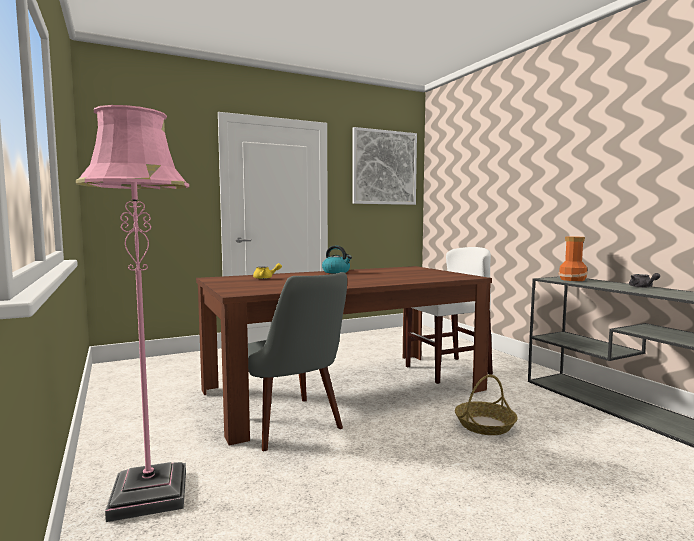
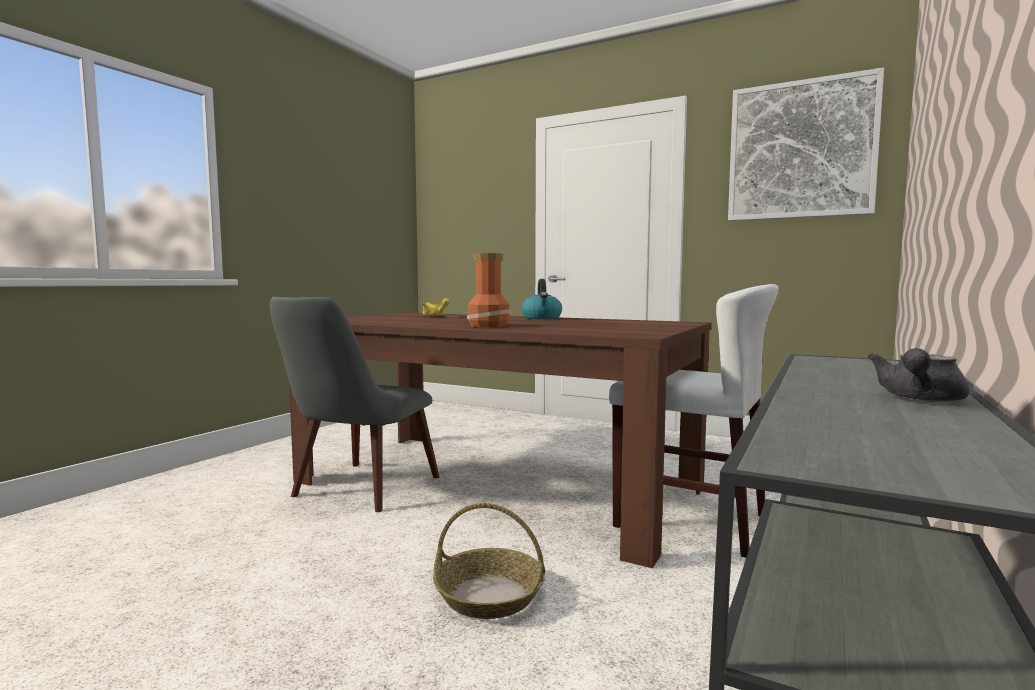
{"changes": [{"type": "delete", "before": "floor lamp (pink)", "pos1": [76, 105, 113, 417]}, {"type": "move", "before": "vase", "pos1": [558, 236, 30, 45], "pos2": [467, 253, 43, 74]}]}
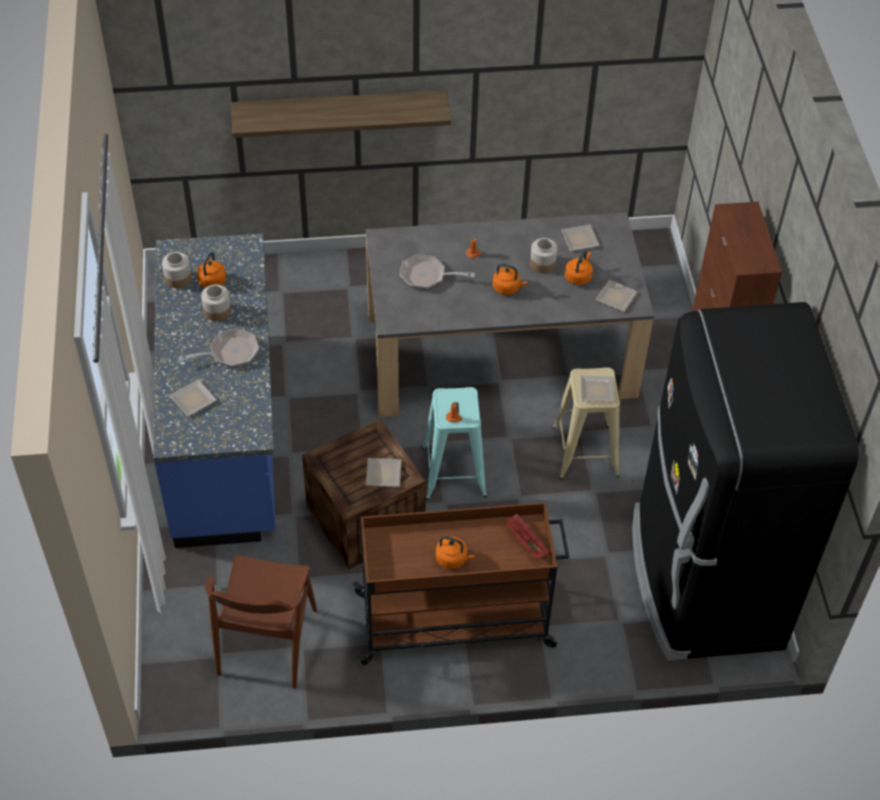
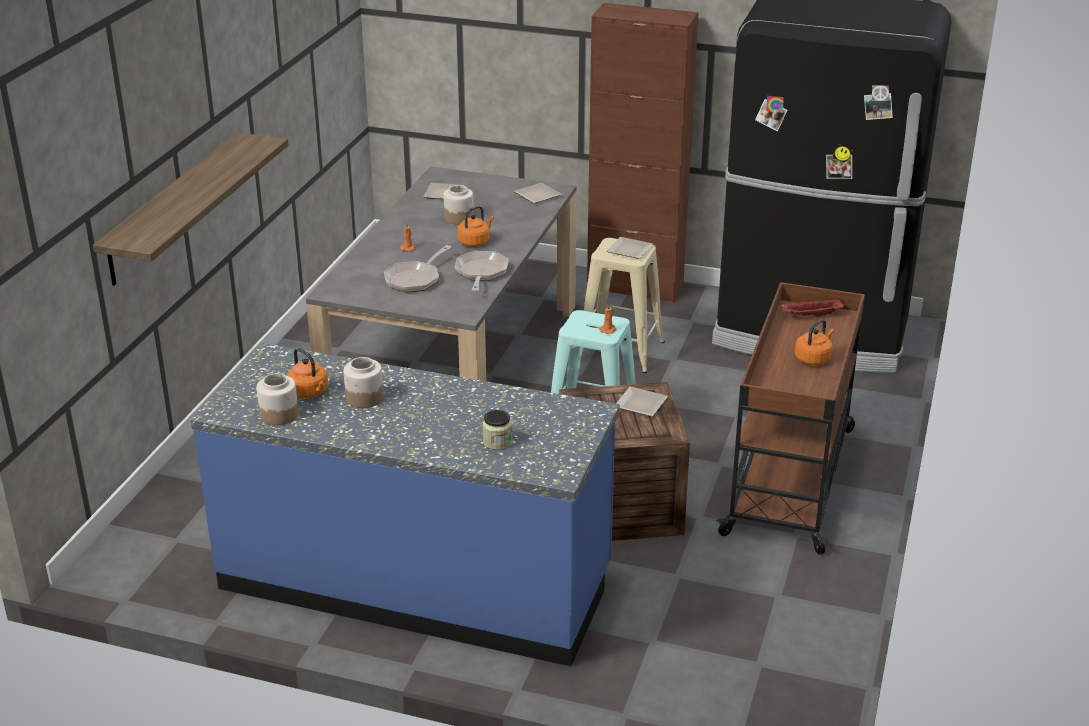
{"changes": [{"type": "replace", "before": "plate", "after": "jar", "pos1": [169, 379, 48, 38], "pos2": [483, 410, 29, 40]}, {"type": "move", "before": "frying pan", "pos1": [178, 328, 81, 39], "pos2": [455, 251, 54, 40]}, {"type": "delete", "before": "chair (brown)", "pos1": [205, 555, 112, 134]}, {"type": "delete", "before": "kettle (orange)", "pos1": [565, 251, 28, 34]}]}
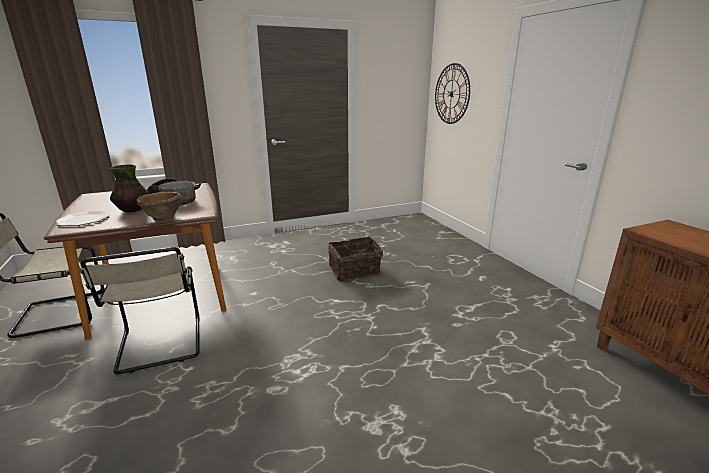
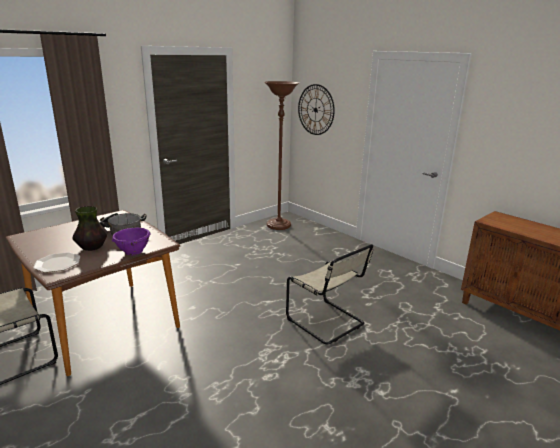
{"changes": [{"type": "move", "before": "chair (beige)", "pos1": [80, 247, 120, 127], "pos2": [286, 244, 87, 100]}, {"type": "recolor", "before": "bowl (brown)", "after": "bowl (purple)", "pos1": [137, 192, 45, 29], "pos2": [112, 227, 39, 29]}, {"type": "delete", "before": "basket", "pos1": [328, 237, 56, 44]}, {"type": "insert", "after": "floor lamp (brown)", "pos2": [264, 81, 35, 149]}]}
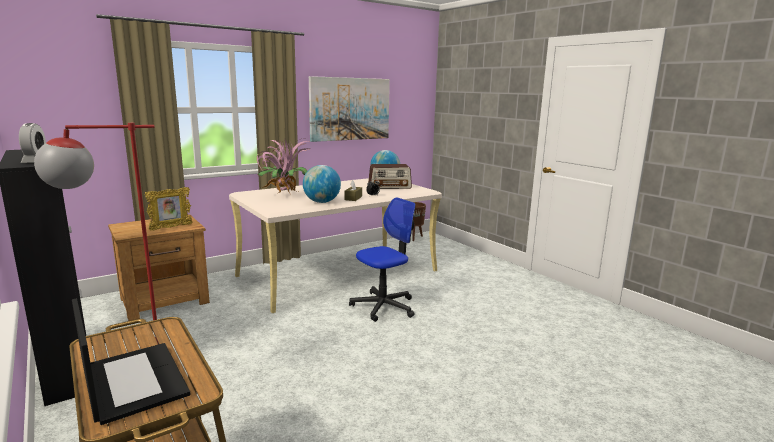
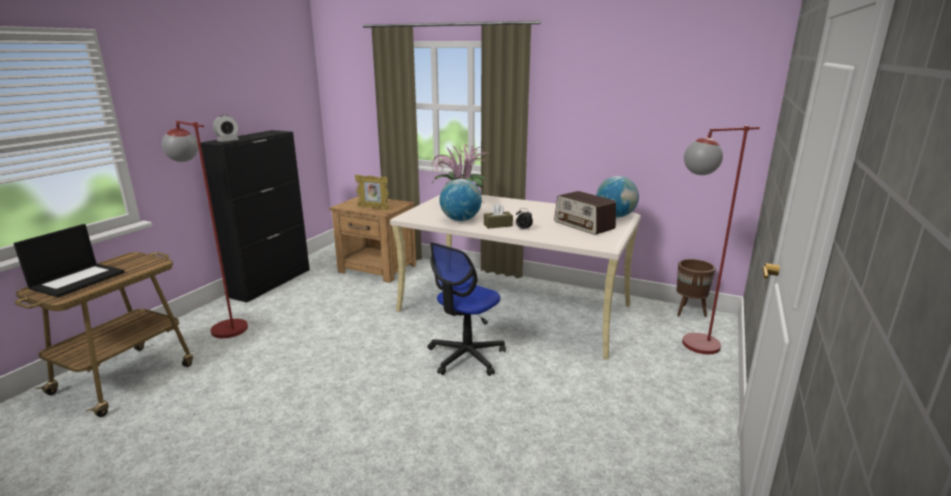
{"changes": [{"type": "delete", "before": "picture", "pos1": [309, 76, 81, 66]}, {"type": "rotate", "before": "office chair", "pos1": [349, 197, 67, 125], "pos2": [428, 242, 78, 134], "turn": 105}, {"type": "insert", "after": "floor lamp (red)", "pos2": [682, 126, 78, 228]}]}
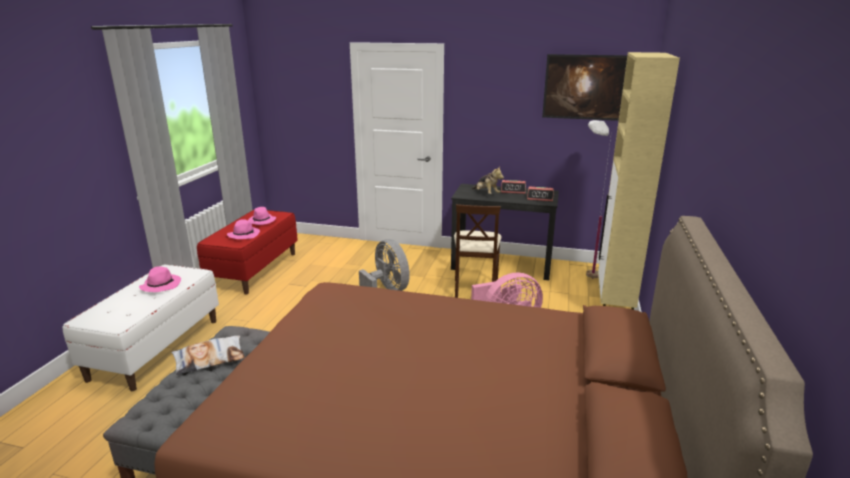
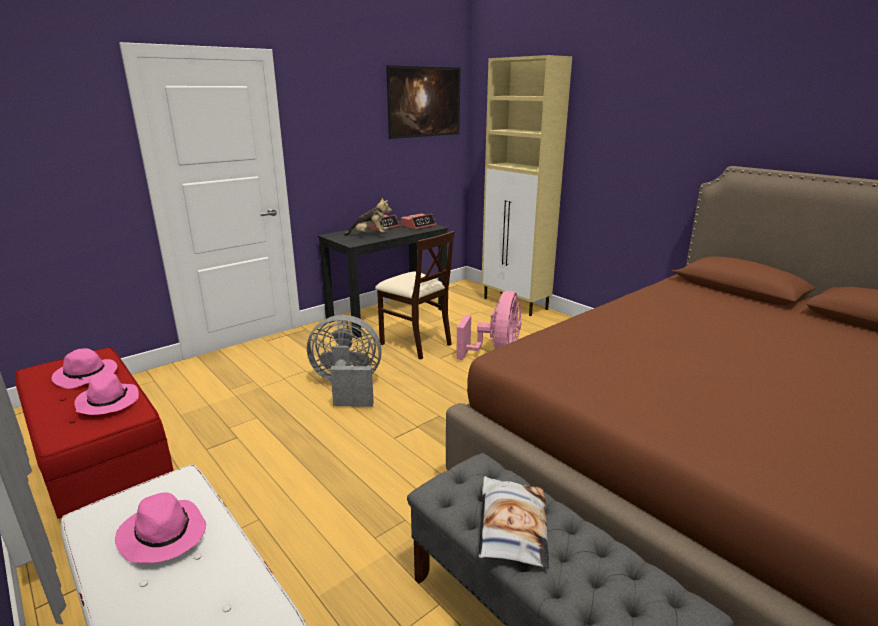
{"changes": [{"type": "delete", "before": "floor lamp (white)", "pos1": [586, 120, 26, 159]}]}
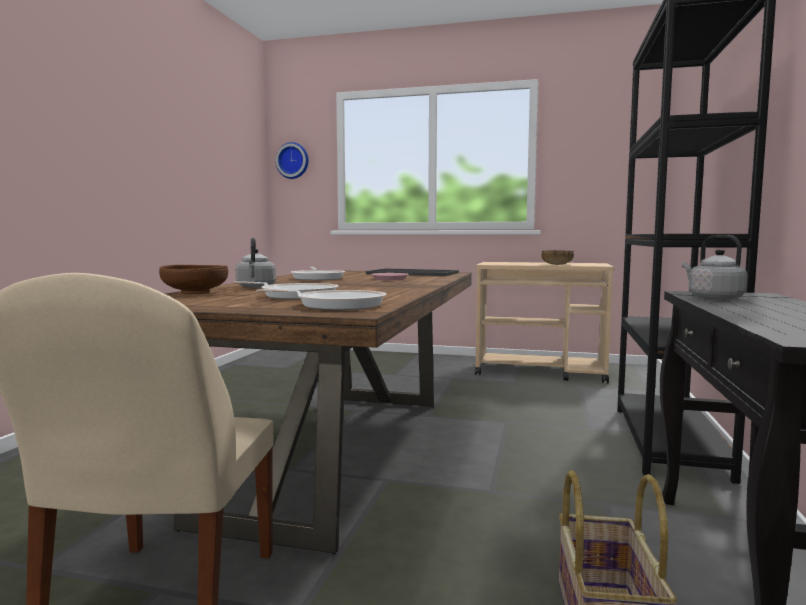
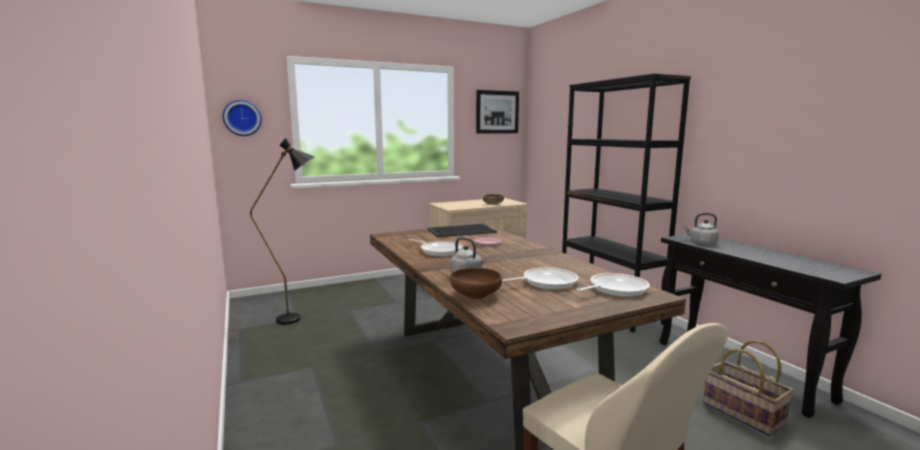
{"changes": [{"type": "insert", "after": "floor lamp (black)", "pos2": [250, 137, 64, 188]}, {"type": "insert", "after": "picture", "pos2": [476, 90, 43, 43]}]}
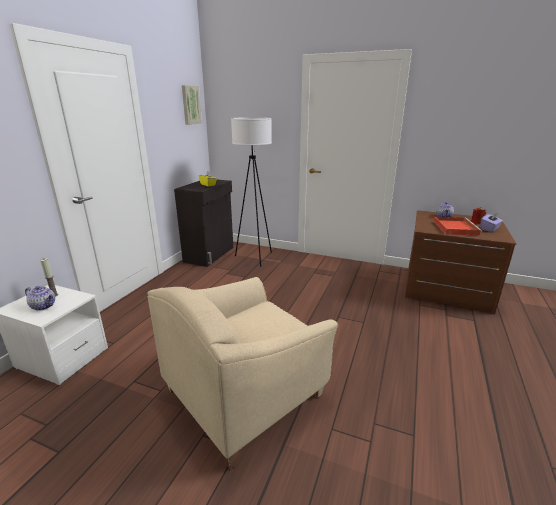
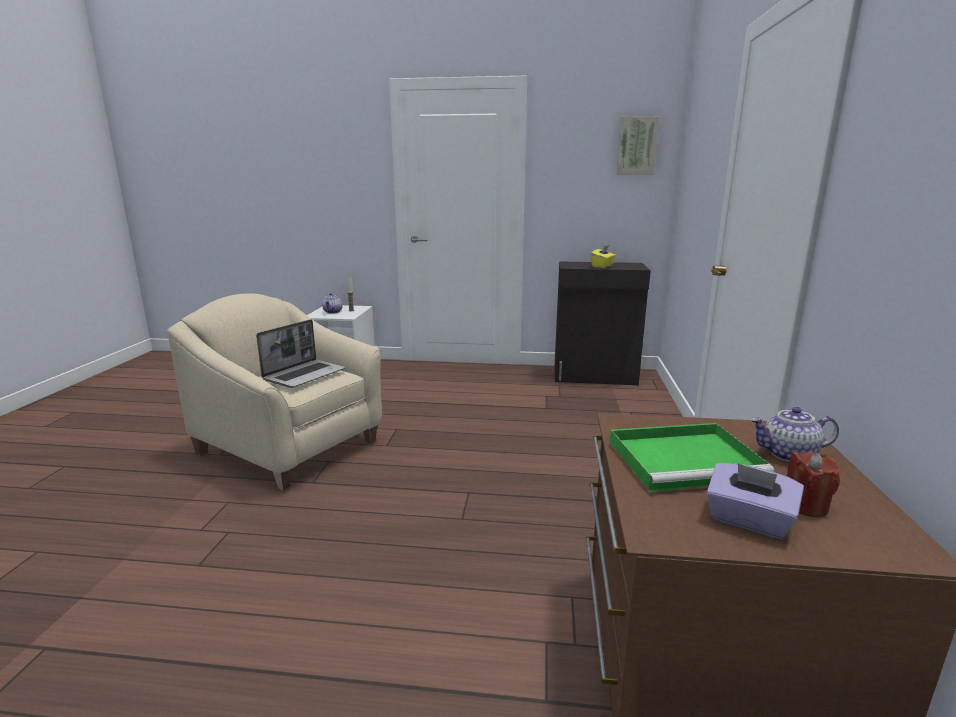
{"changes": [{"type": "delete", "before": "floor lamp (white)", "pos1": [231, 117, 41, 150]}, {"type": "recolor", "before": "tray (red)", "after": "tray (green)", "pos1": [434, 217, 48, 19], "pos2": [610, 423, 164, 70]}, {"type": "insert", "after": "laptop", "pos2": [256, 319, 90, 69]}]}
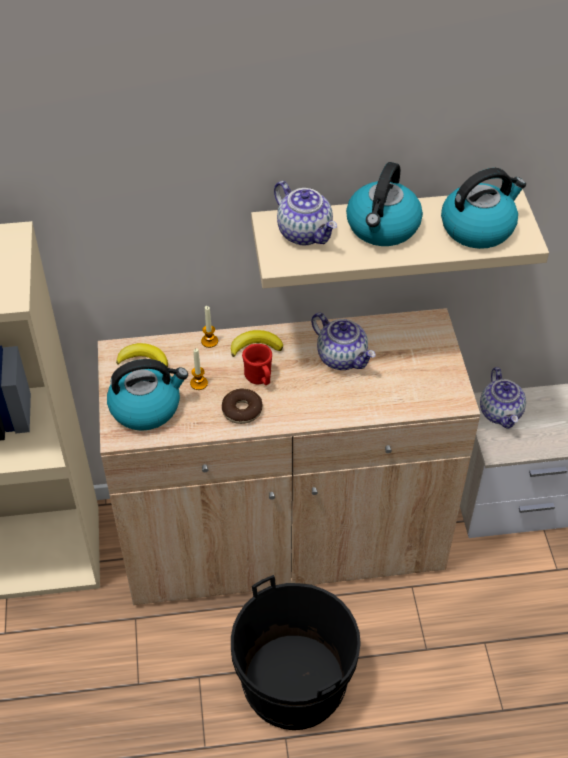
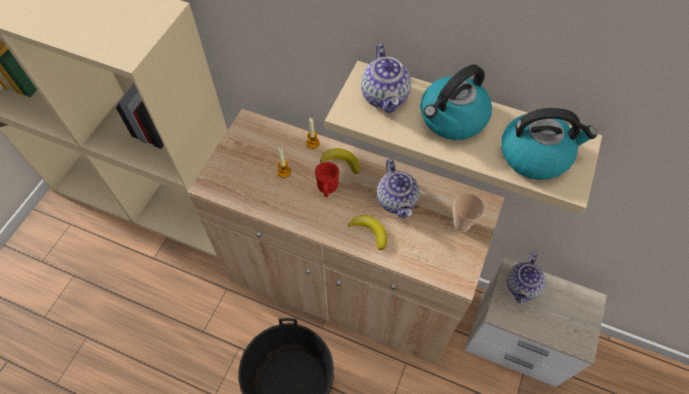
{"changes": [{"type": "delete", "before": "kettle", "pos1": [107, 359, 81, 72]}, {"type": "move", "before": "banana", "pos1": [116, 343, 52, 25], "pos2": [348, 215, 39, 35]}, {"type": "delete", "before": "donut", "pos1": [222, 388, 40, 36]}, {"type": "insert", "after": "cup", "pos2": [453, 193, 31, 39]}]}
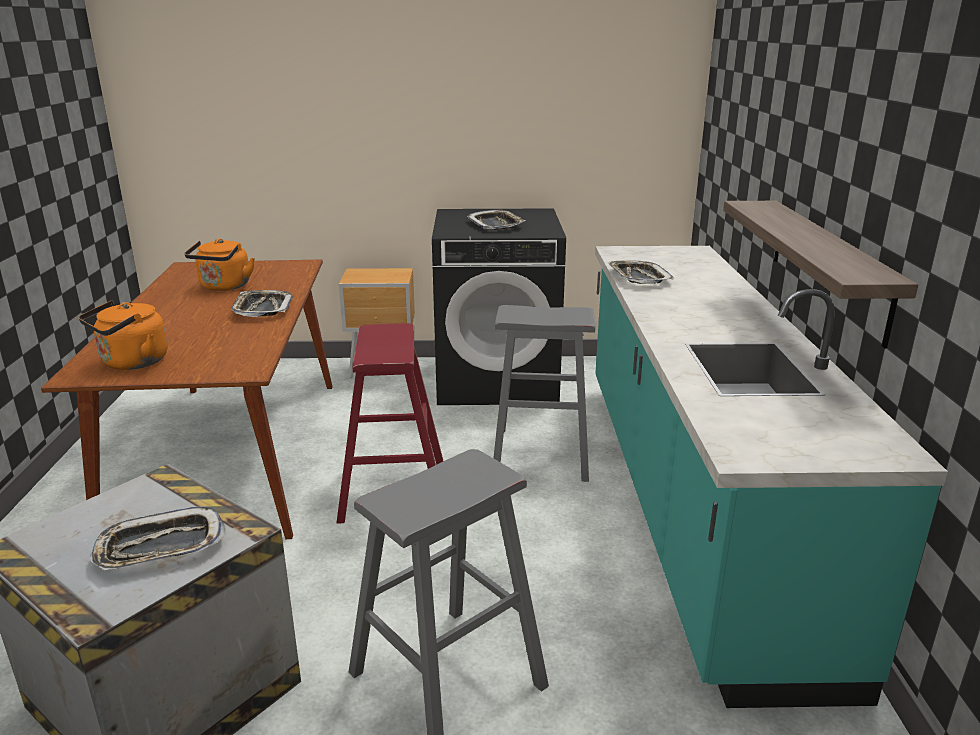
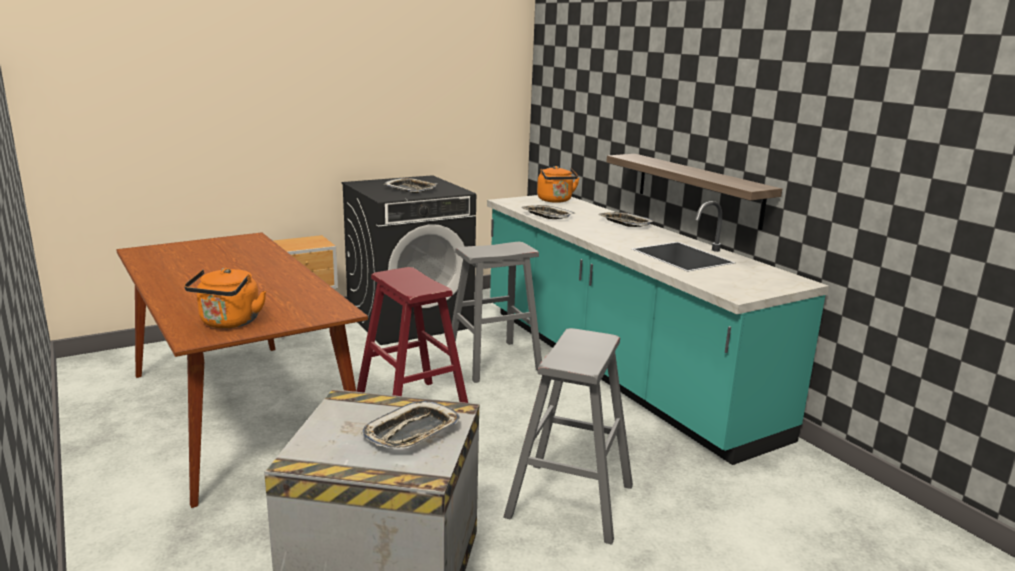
{"changes": [{"type": "move", "before": "kettle (orange)", "pos1": [184, 239, 71, 52], "pos2": [537, 166, 42, 37]}, {"type": "move", "before": "tray", "pos1": [231, 290, 62, 27], "pos2": [598, 212, 56, 15]}]}
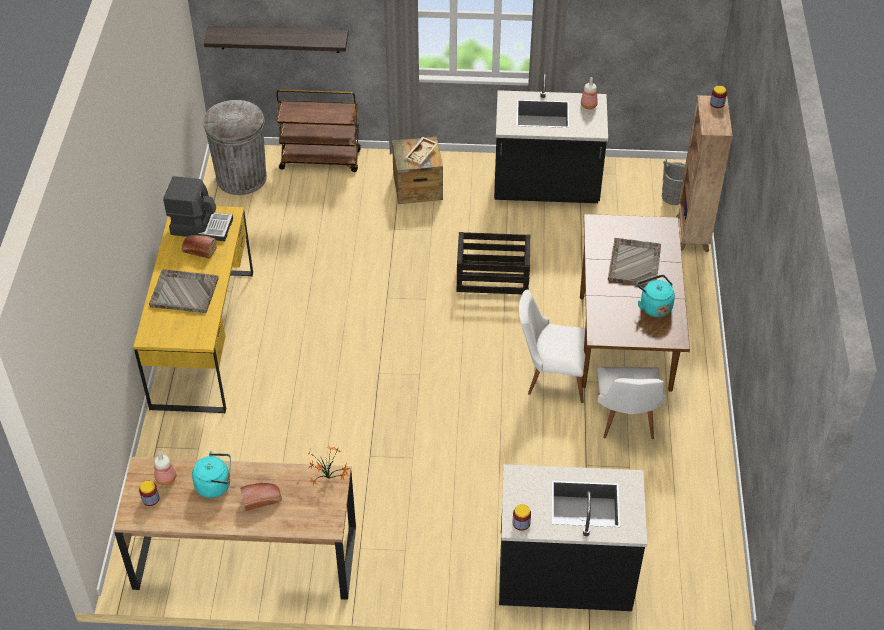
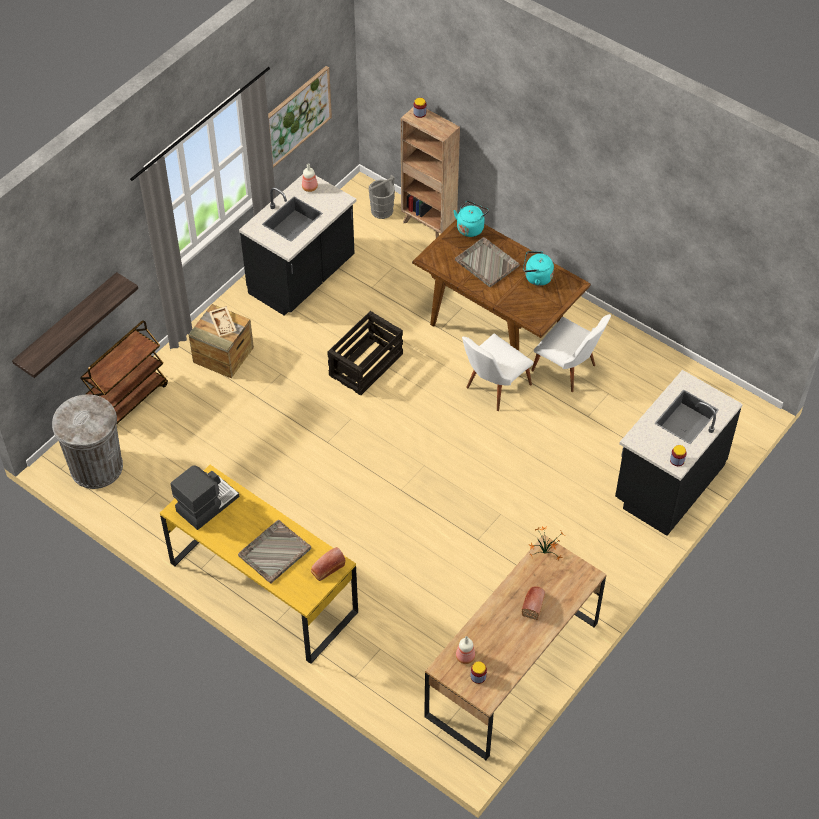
{"changes": [{"type": "move", "before": "bread", "pos1": [182, 235, 34, 24], "pos2": [311, 547, 34, 34]}, {"type": "move", "before": "kettle (turquoise)", "pos1": [192, 451, 39, 47], "pos2": [453, 201, 36, 36]}, {"type": "insert", "after": "picture", "pos2": [268, 66, 64, 102]}]}
